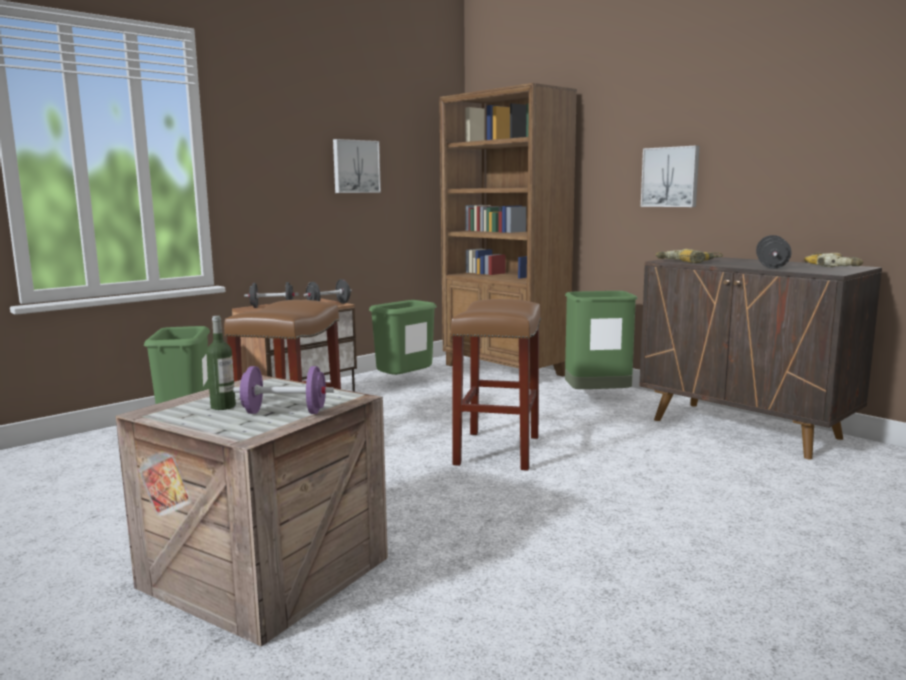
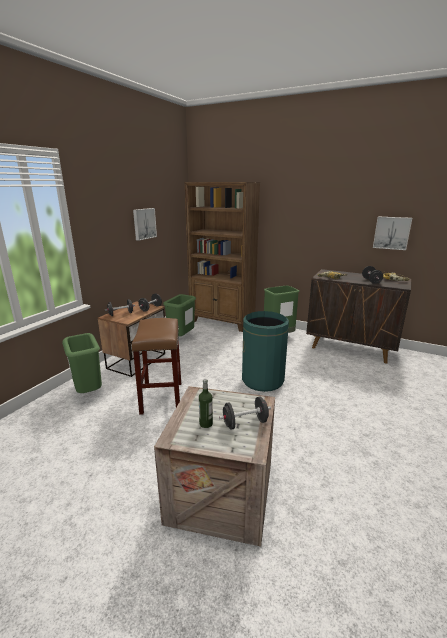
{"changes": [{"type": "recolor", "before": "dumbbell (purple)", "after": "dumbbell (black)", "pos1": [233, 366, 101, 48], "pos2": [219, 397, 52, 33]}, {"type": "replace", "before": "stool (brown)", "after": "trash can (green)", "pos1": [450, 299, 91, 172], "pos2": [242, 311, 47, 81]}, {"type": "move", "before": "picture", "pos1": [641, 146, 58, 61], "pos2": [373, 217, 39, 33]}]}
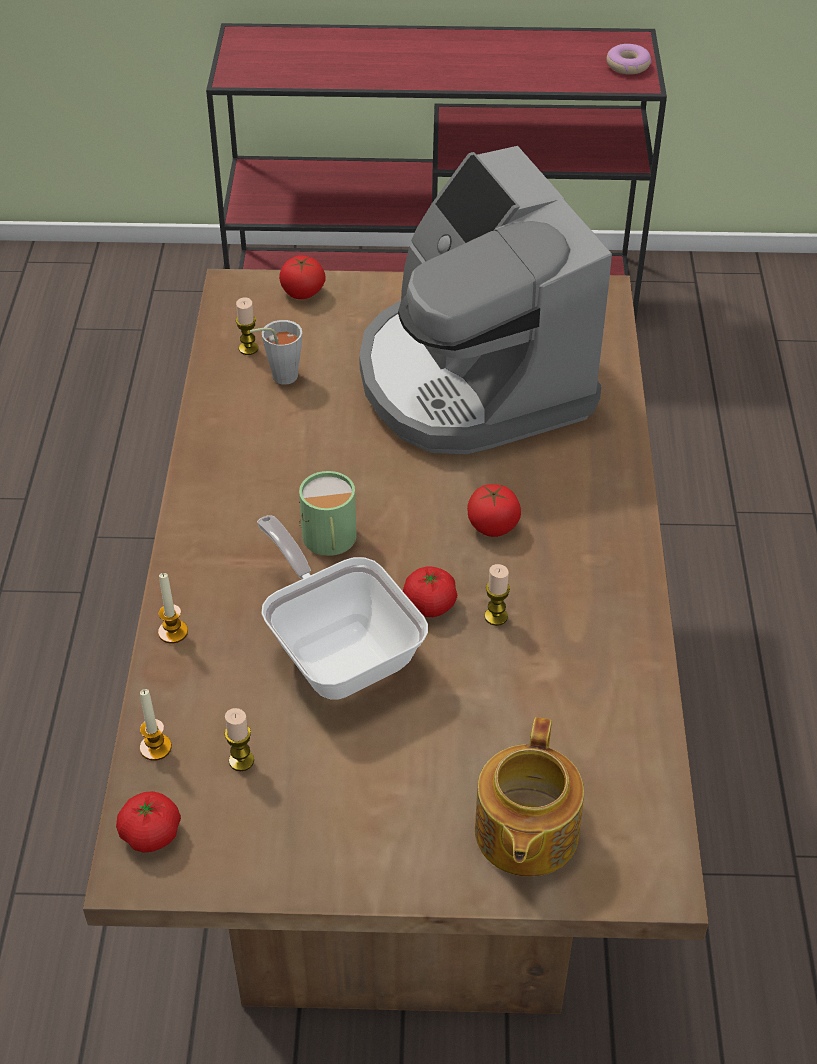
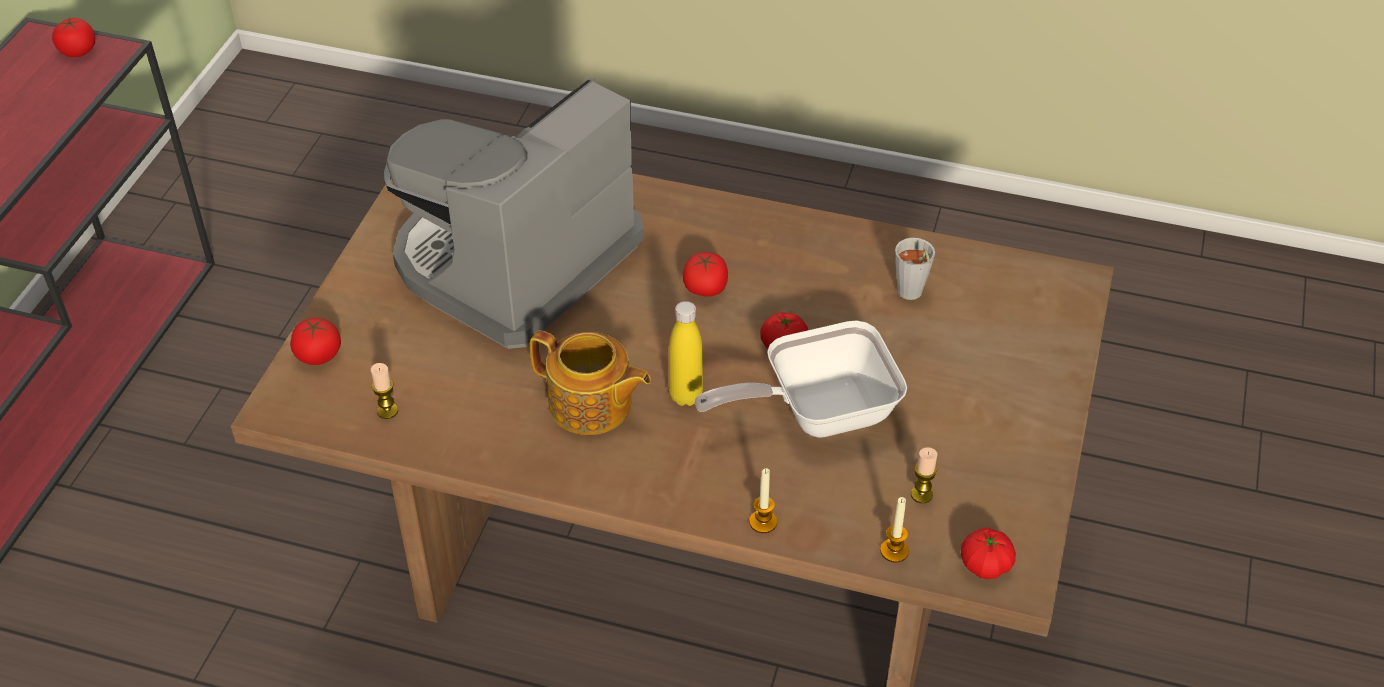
{"changes": [{"type": "move", "before": "cup (grey)", "pos1": [250, 320, 52, 65], "pos2": [895, 238, 40, 62]}, {"type": "replace", "before": "mug (green)", "after": "bottle (yellow)", "pos1": [299, 471, 58, 85], "pos2": [669, 301, 34, 105]}, {"type": "rotate", "before": "coffee machine", "pos1": [359, 146, 253, 308], "pos2": [384, 77, 260, 272], "turn": 135}, {"type": "move", "before": "teapot", "pos1": [475, 717, 109, 160], "pos2": [530, 330, 121, 105]}, {"type": "delete", "before": "candle", "pos1": [485, 564, 25, 62]}, {"type": "replace", "before": "donut", "after": "tomato", "pos1": [607, 44, 44, 31], "pos2": [52, 17, 43, 40]}]}
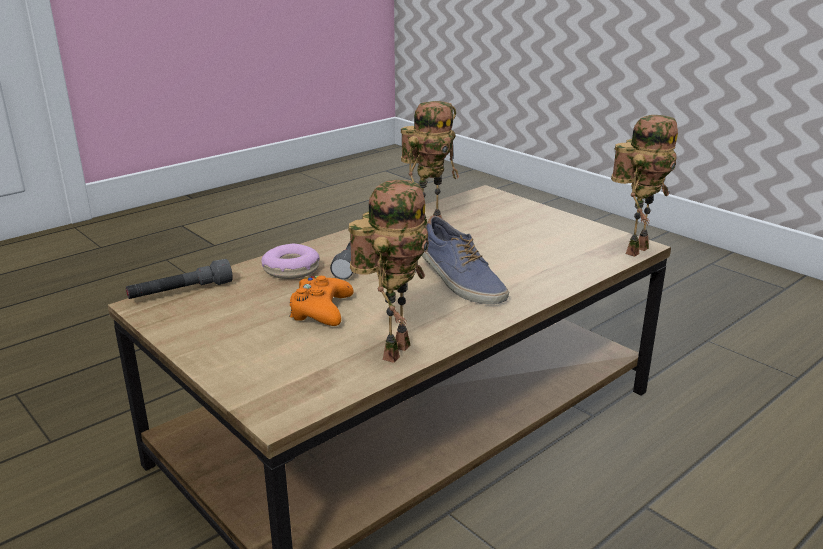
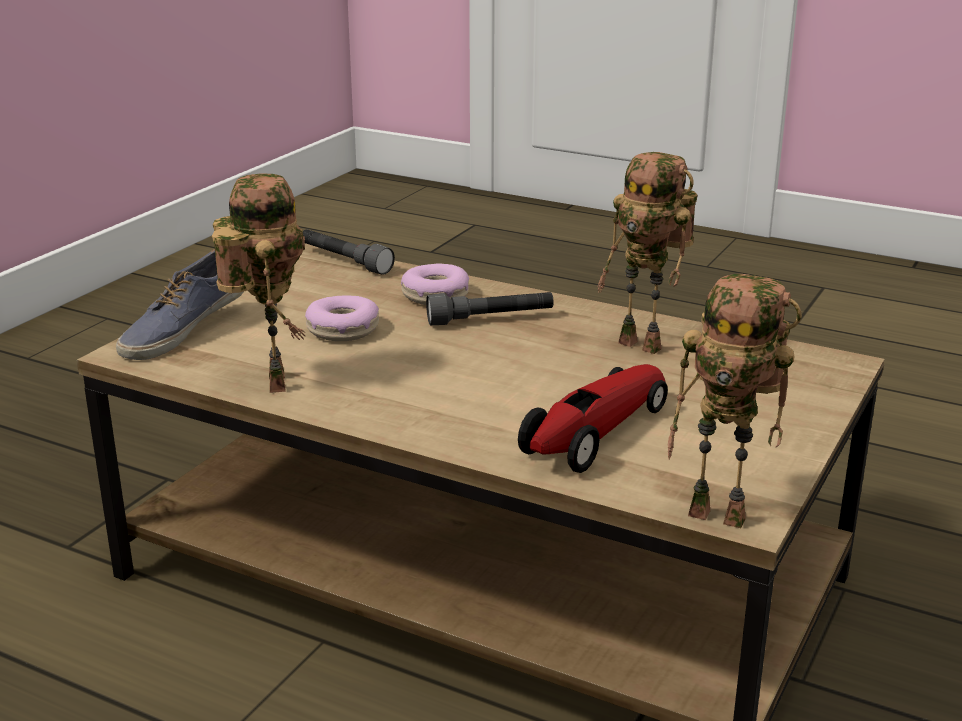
{"changes": [{"type": "replace", "before": "game controller (orange)", "after": "donut", "pos1": [289, 276, 65, 50], "pos2": [305, 295, 74, 46]}, {"type": "rotate", "before": "toy robot", "pos1": [348, 180, 81, 183], "pos2": [212, 173, 93, 220], "turn": -105}, {"type": "move", "before": "shoe", "pos1": [422, 215, 87, 89], "pos2": [116, 249, 127, 111]}, {"type": "insert", "after": "toy car", "pos2": [518, 364, 150, 109]}]}
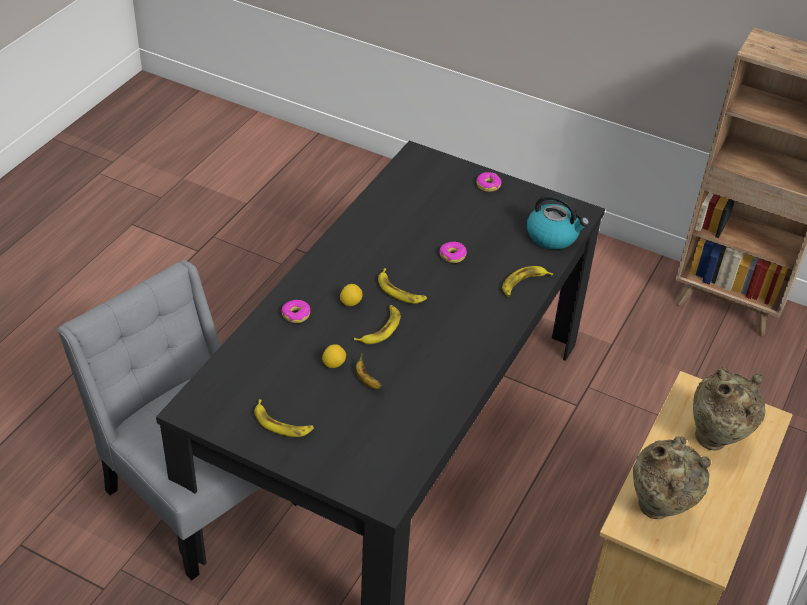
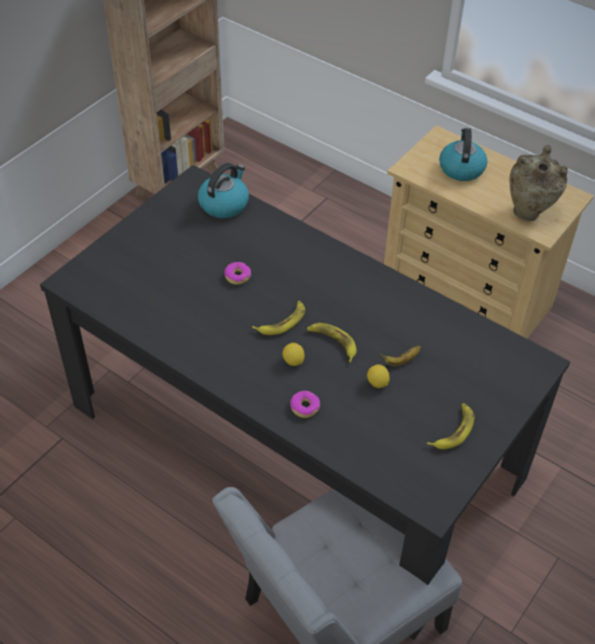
{"changes": [{"type": "delete", "before": "donut", "pos1": [476, 172, 26, 20]}, {"type": "delete", "before": "banana", "pos1": [502, 266, 51, 31]}, {"type": "replace", "before": "vase (beige)", "after": "kettle", "pos1": [693, 367, 72, 83], "pos2": [439, 128, 48, 53]}]}
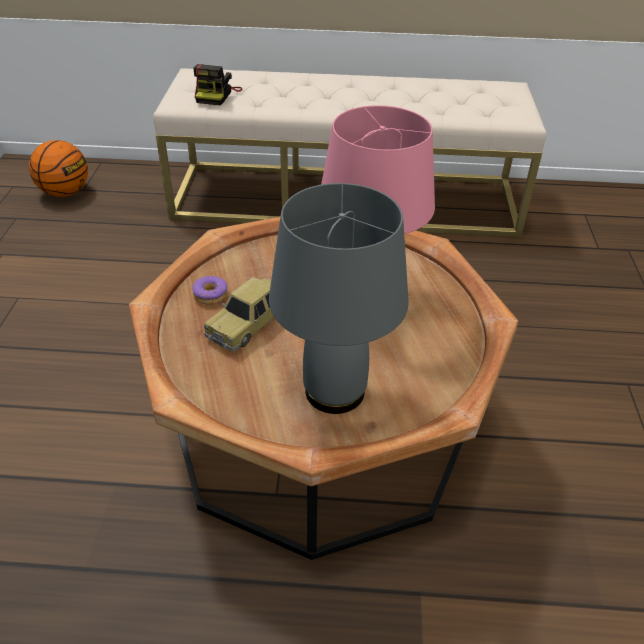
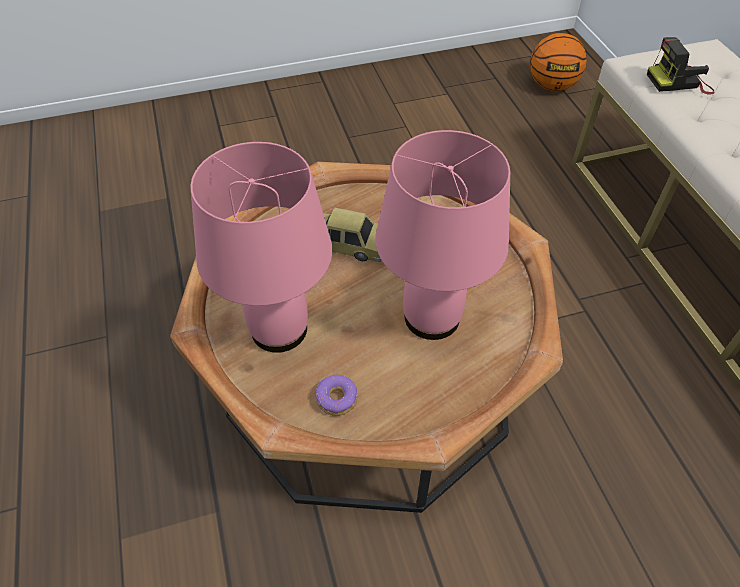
{"changes": [{"type": "move", "before": "donut", "pos1": [192, 276, 36, 29], "pos2": [316, 375, 42, 41]}, {"type": "recolor", "before": "table lamp (grey)", "after": "table lamp (pink)", "pos1": [269, 183, 140, 231], "pos2": [190, 142, 142, 211]}]}
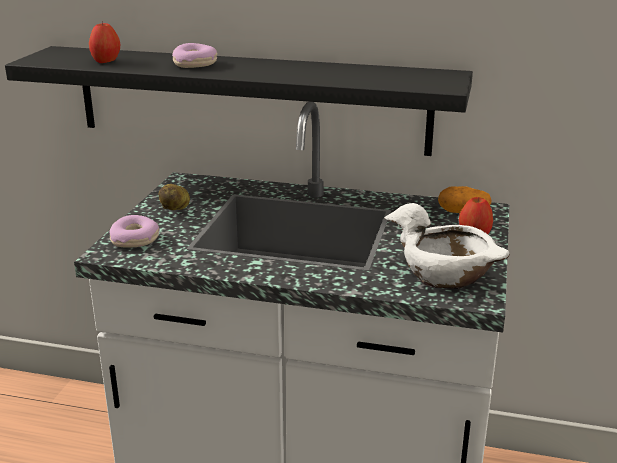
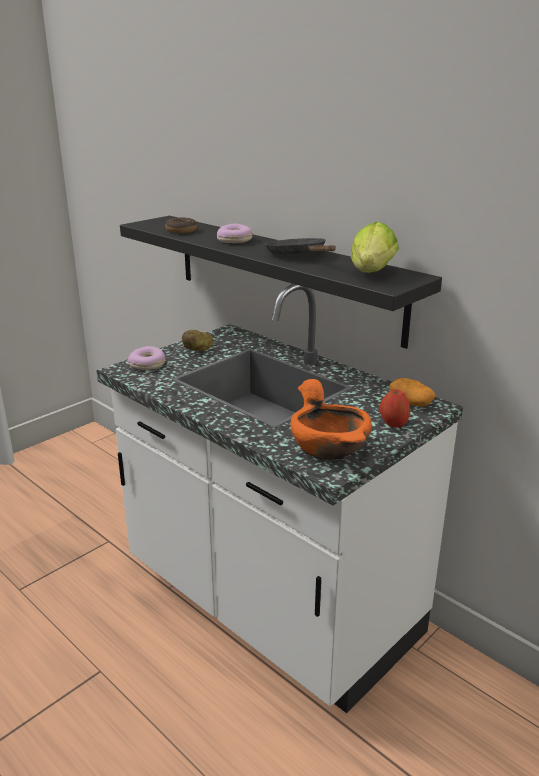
{"changes": [{"type": "replace", "before": "apple", "after": "donut", "pos1": [89, 21, 31, 42], "pos2": [165, 217, 32, 17]}, {"type": "recolor", "before": "bowl (white)", "after": "bowl (orange)", "pos1": [385, 203, 125, 86], "pos2": [291, 379, 81, 81]}, {"type": "insert", "after": "frying pan (black)", "pos2": [265, 238, 71, 16]}, {"type": "insert", "after": "lettuce", "pos2": [351, 221, 48, 52]}]}
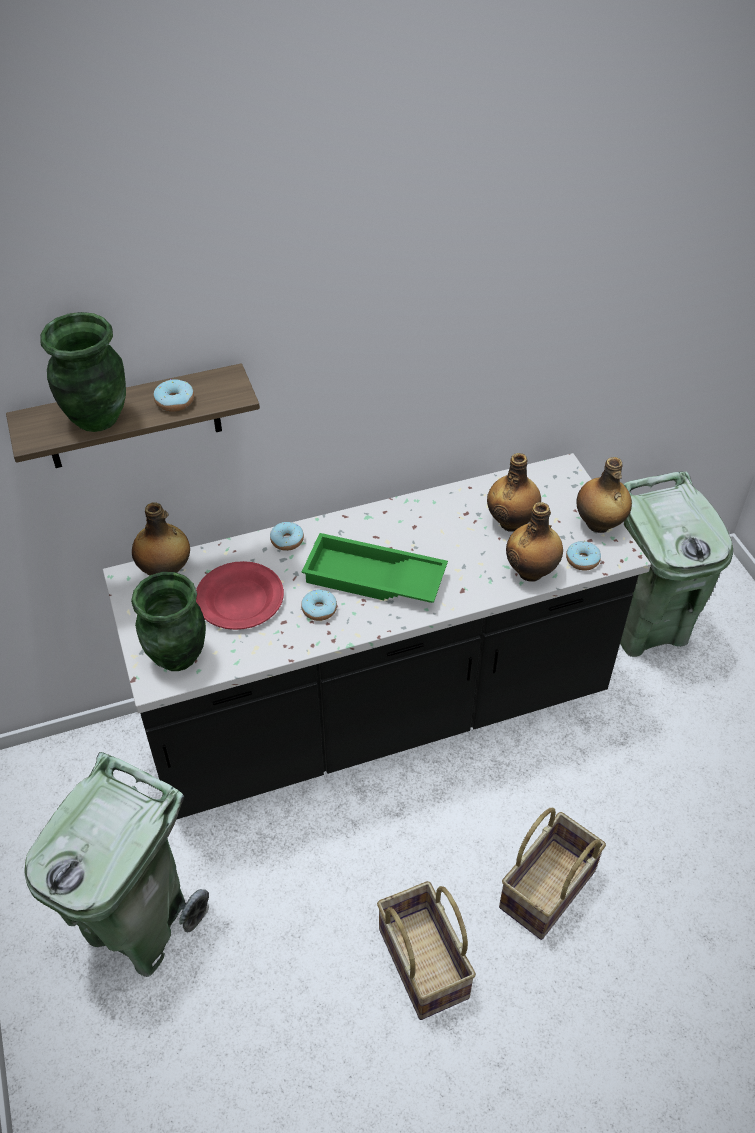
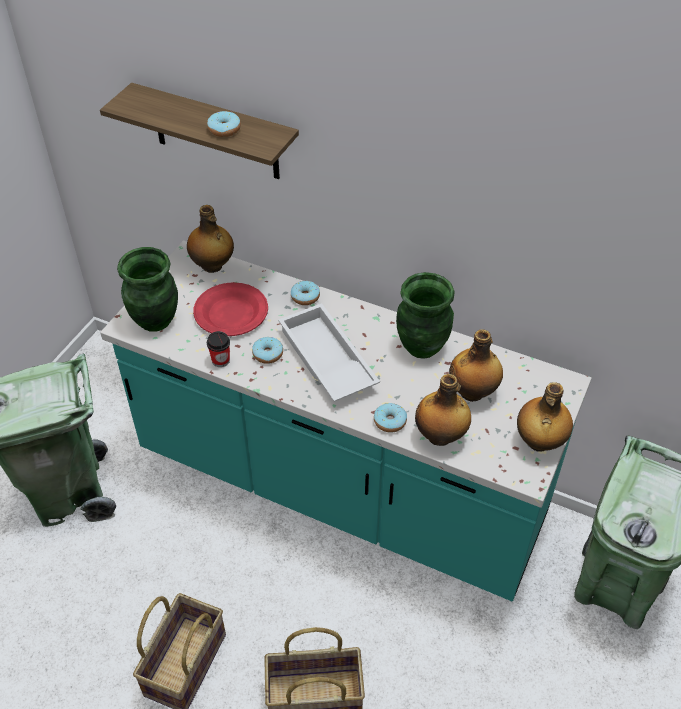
{"changes": [{"type": "move", "before": "vase (green)", "pos1": [40, 312, 86, 120], "pos2": [396, 272, 59, 87]}, {"type": "recolor", "before": "counter (black)", "after": "counter (turquoise)", "pos1": [103, 453, 548, 367], "pos2": [100, 241, 492, 361]}, {"type": "recolor", "before": "tray (green)", "after": "tray (white)", "pos1": [302, 533, 146, 70], "pos2": [278, 303, 102, 99]}, {"type": "move", "before": "donut", "pos1": [566, 541, 35, 30], "pos2": [374, 403, 33, 30]}, {"type": "insert", "after": "cup", "pos2": [207, 331, 23, 36]}]}
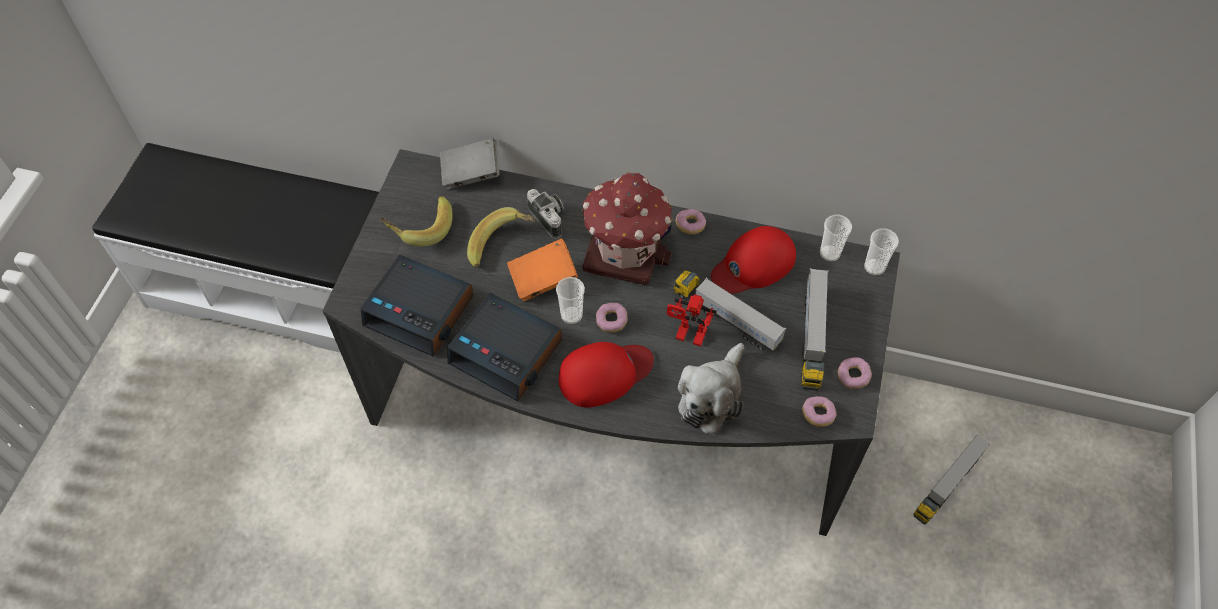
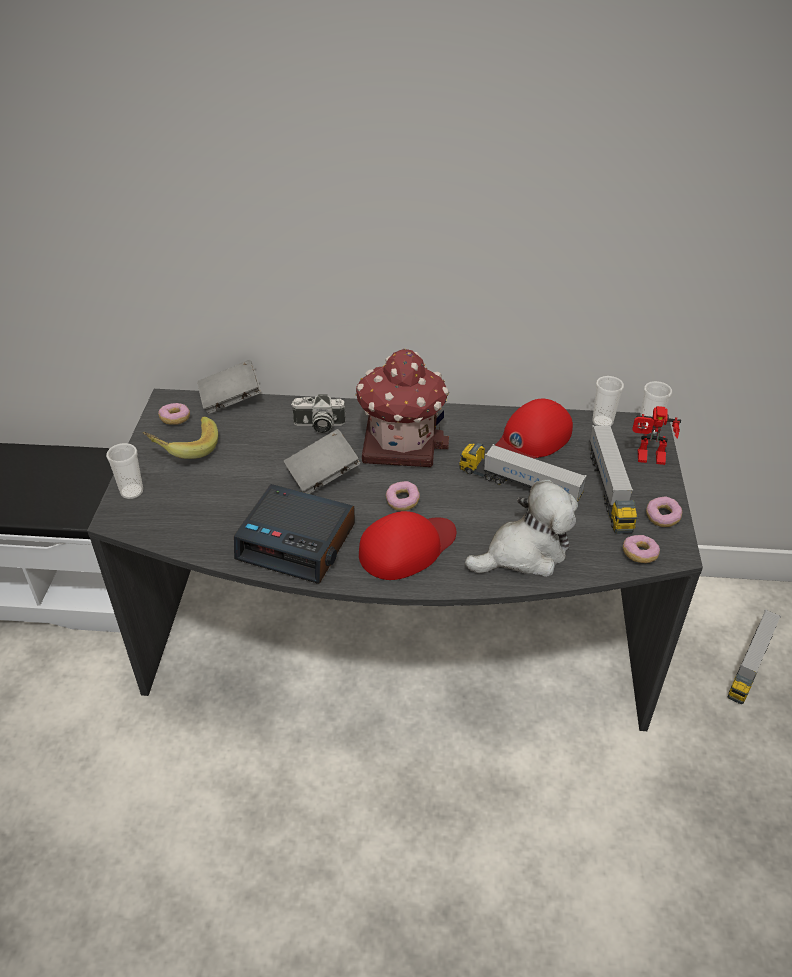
{"changes": [{"type": "delete", "before": "alarm clock", "pos1": [361, 255, 113, 102]}, {"type": "delete", "before": "banana", "pos1": [467, 207, 70, 61]}, {"type": "recolor", "before": "book (orange)", "after": "book (grey)", "pos1": [507, 238, 71, 63], "pos2": [284, 429, 76, 65]}, {"type": "rotate", "before": "photo camera", "pos1": [527, 189, 37, 50], "pos2": [291, 394, 55, 39], "turn": 135}, {"type": "move", "before": "cup", "pos1": [556, 277, 29, 47], "pos2": [106, 443, 37, 56]}, {"type": "move", "before": "toy robot", "pos1": [667, 294, 50, 52], "pos2": [632, 406, 49, 59]}, {"type": "move", "before": "donut", "pos1": [676, 209, 30, 25], "pos2": [158, 403, 32, 21]}, {"type": "rotate", "before": "plush toy", "pos1": [678, 343, 67, 92], "pos2": [465, 479, 113, 98], "turn": -135}]}
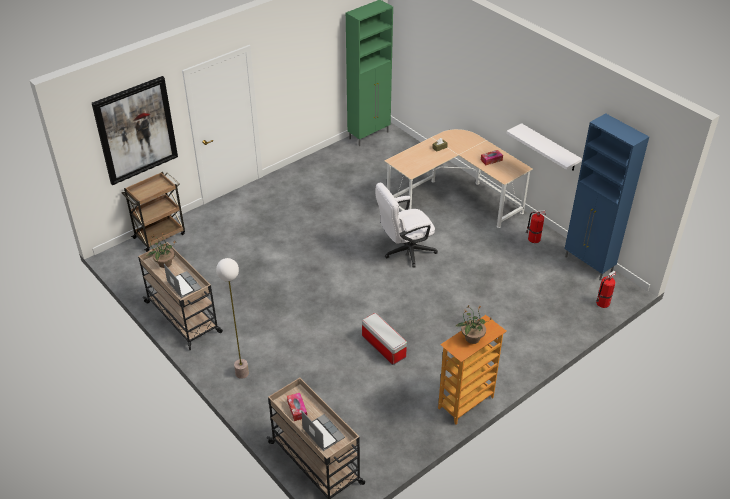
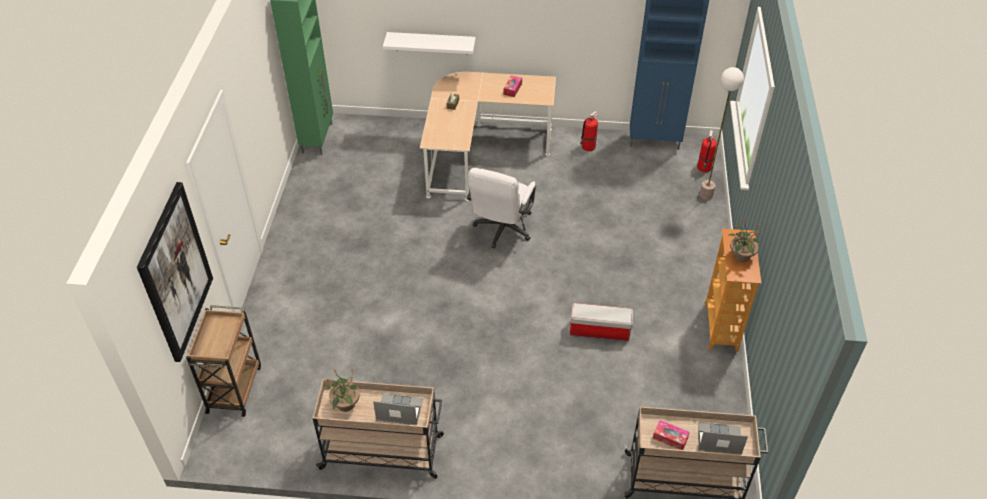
{"changes": [{"type": "move", "before": "floor lamp", "pos1": [216, 258, 33, 121], "pos2": [700, 67, 44, 133]}, {"type": "move", "before": "shelf (white)", "pos1": [506, 123, 76, 48], "pos2": [383, 32, 93, 22]}]}
